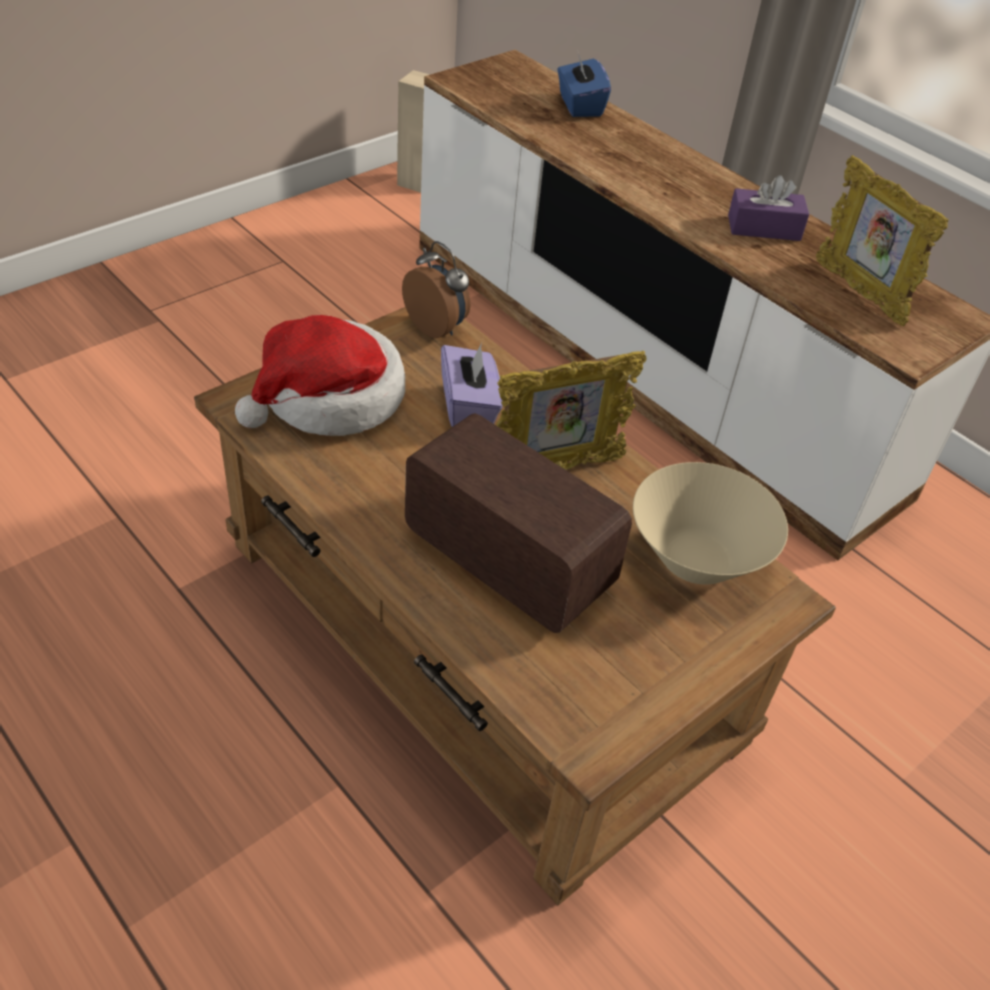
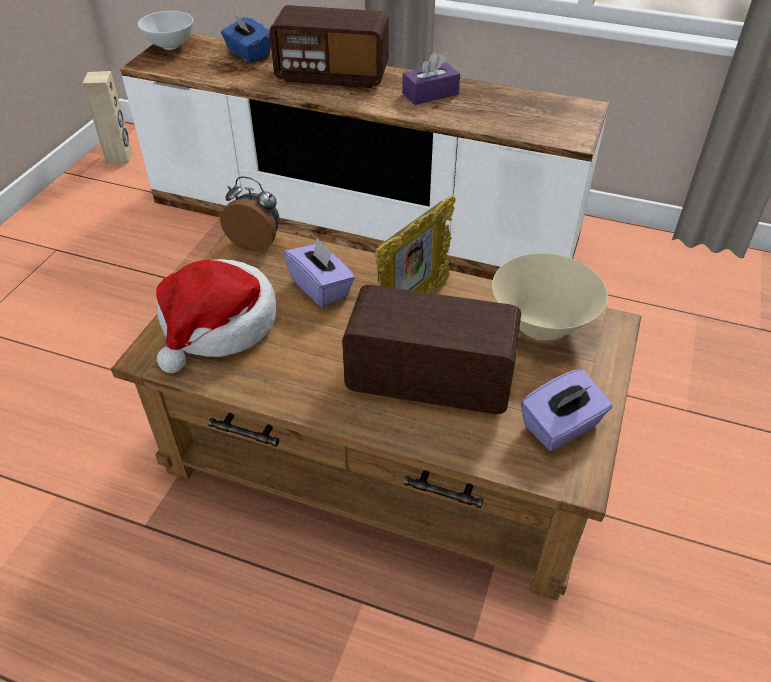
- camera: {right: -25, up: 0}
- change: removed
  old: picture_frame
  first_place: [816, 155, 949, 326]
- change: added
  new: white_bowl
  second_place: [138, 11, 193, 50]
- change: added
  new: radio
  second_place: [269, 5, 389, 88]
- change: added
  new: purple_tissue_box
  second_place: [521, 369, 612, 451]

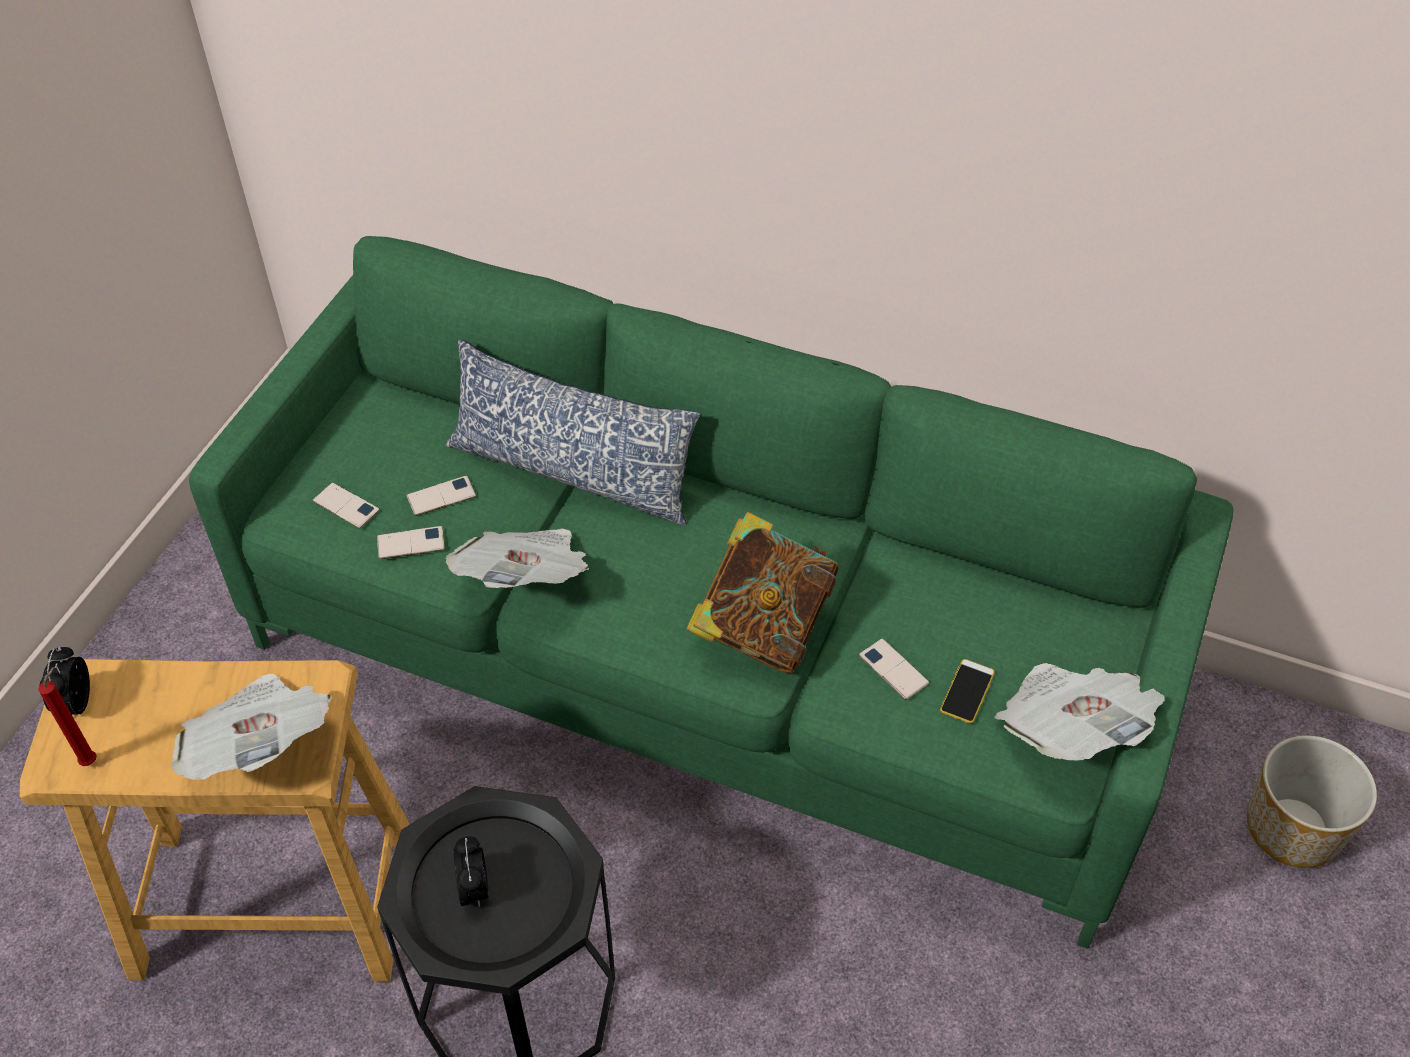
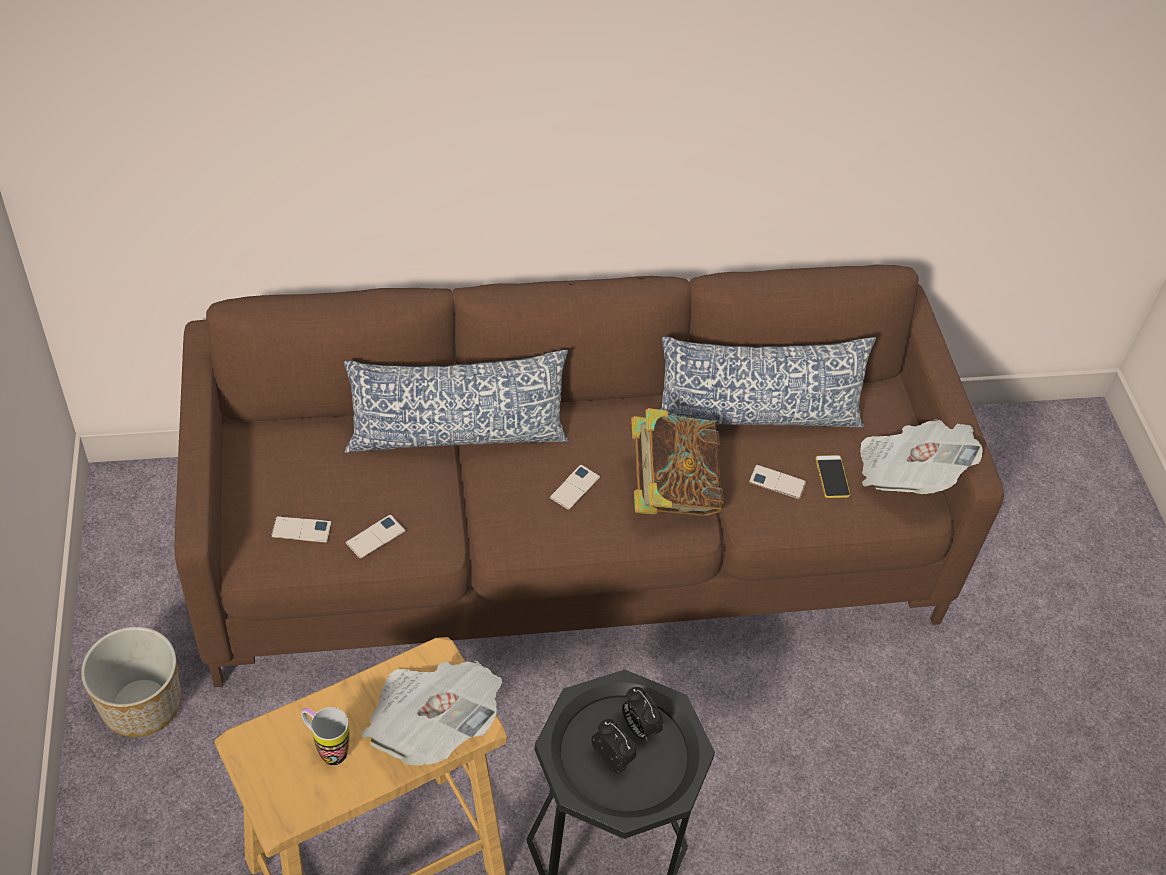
- camera: {right: -35, up: 0}
- change: removed
  old: red_candle
  first_place: [38, 667, 97, 766]
- change: removed
  old: newspaper
  first_place: [446, 528, 589, 588]
- change: added
  new: mug
  second_place: [301, 707, 350, 765]
- change: added
  new: pillow
  second_place: [660, 336, 876, 428]
- change: moved
  old: alarm_clock
  first_place: [39, 647, 90, 715]
  second_place: [622, 687, 664, 740]
- change: moved
  old: phone
  first_place: [406, 476, 476, 516]
  second_place: [549, 464, 600, 510]
- change: moved
  old: planter
  first_place: [1247, 735, 1377, 868]
  second_place: [81, 627, 181, 737]
- change: recoloured
  old: green_sofa
  new: brown_sofa
  first_place: [189, 236, 1233, 949]
  second_place: [175, 264, 1004, 687]

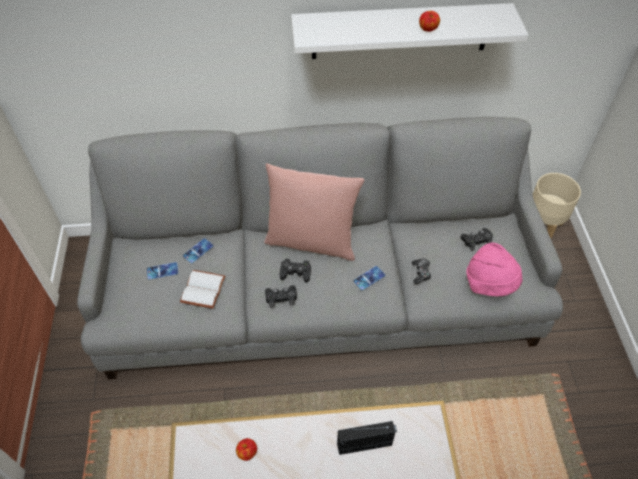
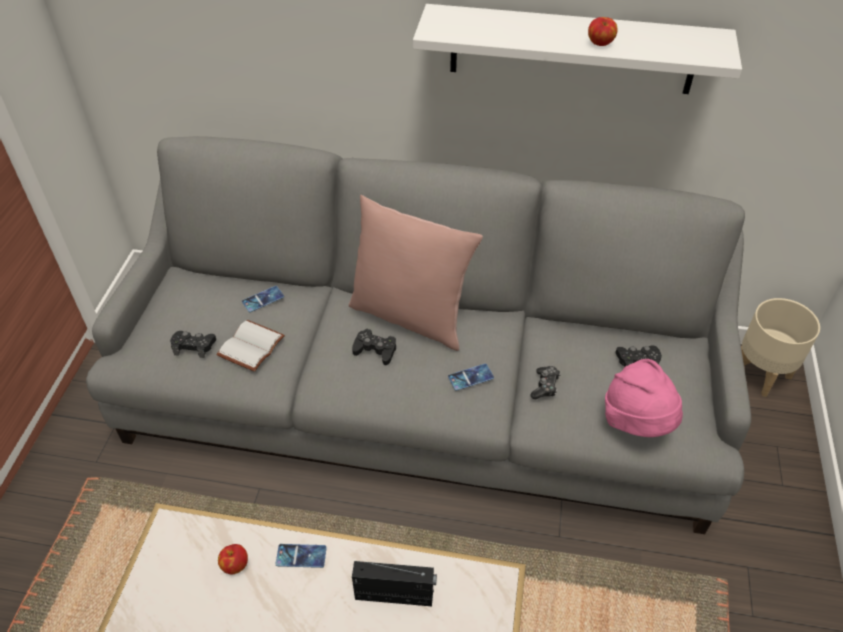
- camera: {right: 15, up: -5}
- change: moved
  old: phone
  first_place: [147, 262, 178, 280]
  second_place: [275, 544, 327, 568]
- change: moved
  old: black_game_controller
  first_place: [265, 285, 297, 308]
  second_place: [170, 331, 216, 358]

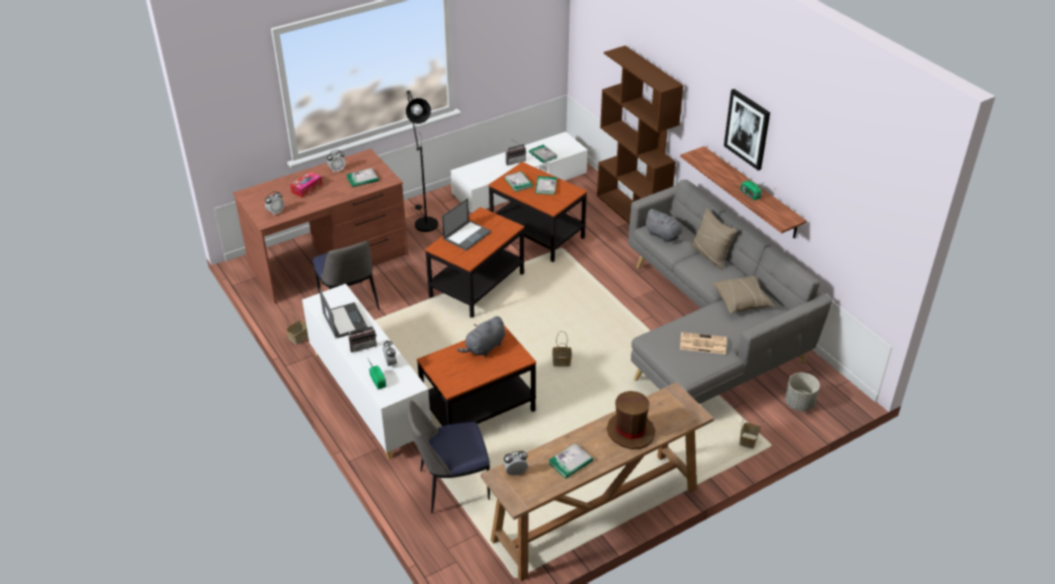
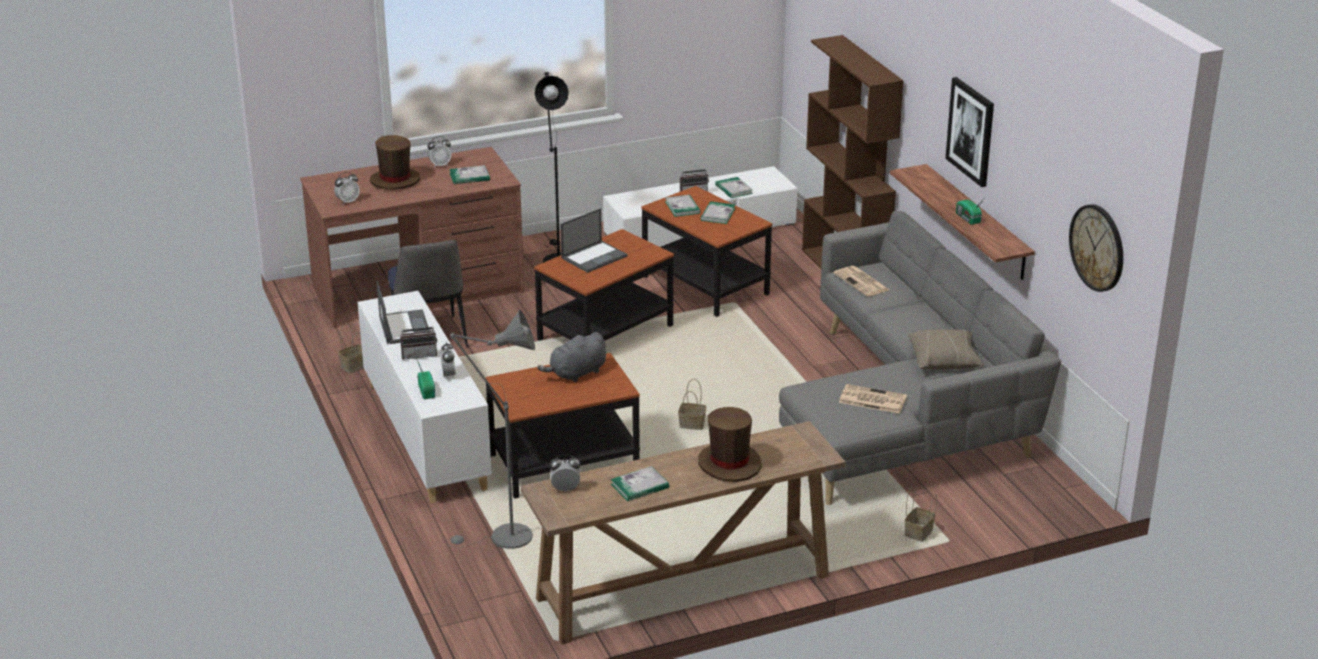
- camera: {right: 10, up: -10}
- change: removed
  old: beige_pillow
  first_place: [690, 208, 737, 270]
- change: removed
  old: grey_planter
  first_place: [785, 373, 820, 411]
- change: added
  new: wall_clock
  second_place: [1069, 204, 1123, 292]
- change: replaced
  old: tissue_box
  new: brown_hat
  first_place: [290, 171, 322, 198]
  second_place: [370, 135, 420, 190]
- change: replaced
  old: chair
  new: grey_floor_lamp
  first_place: [407, 400, 490, 513]
  second_place: [447, 310, 535, 549]
- change: replaced
  old: grey_plush_toy
  new: newspaper
  first_place: [644, 209, 682, 242]
  second_place: [834, 266, 889, 297]

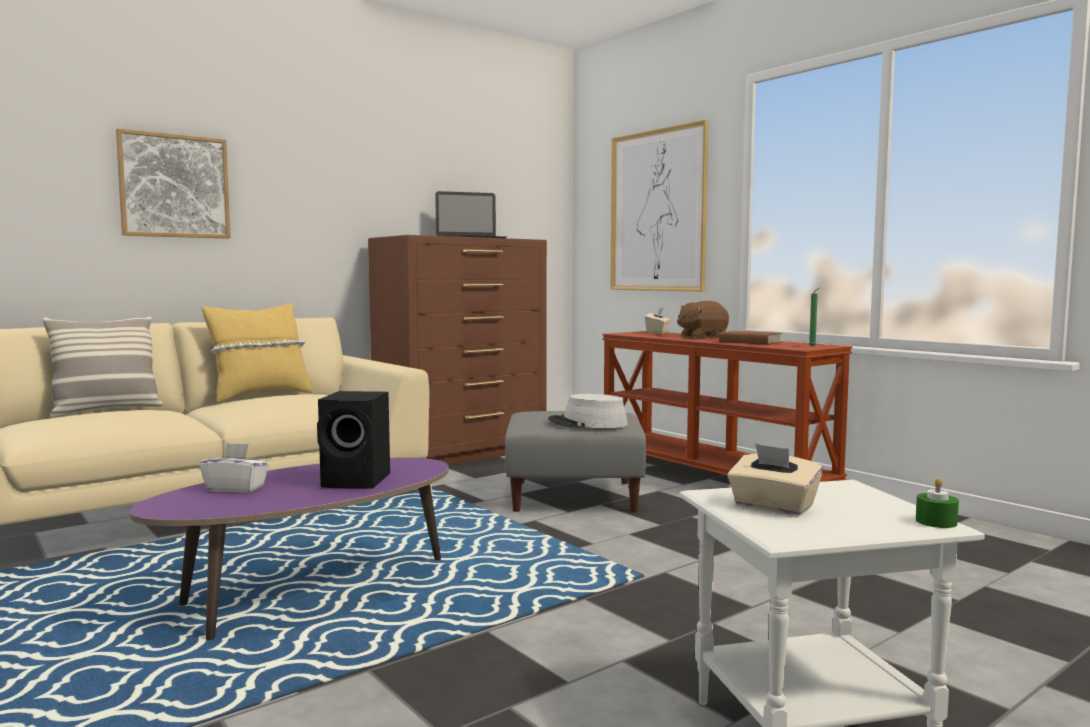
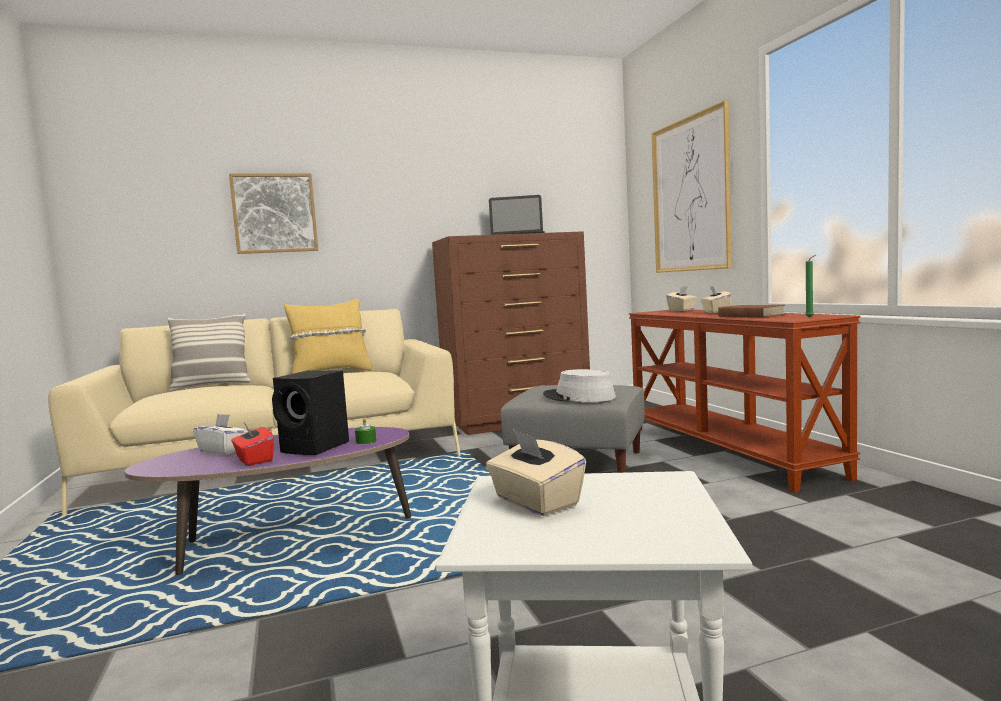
- camera: {right: 20, up: 0}
- change: added
  new: red_tissue_box
  second_place: [231, 423, 274, 466]
- change: moved
  old: green_candle
  first_place: [916, 478, 959, 528]
  second_place: [355, 418, 377, 444]
- change: replaced
  old: brown_plush_toy
  new: beige_tissue_box
  first_place: [677, 301, 729, 338]
  second_place: [701, 286, 732, 313]

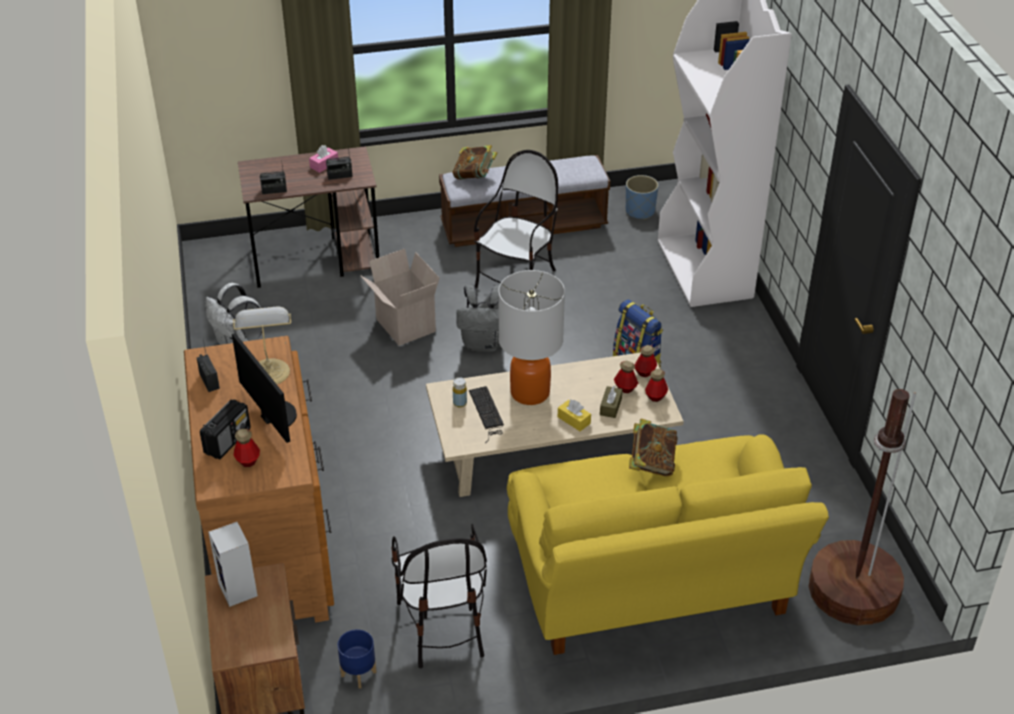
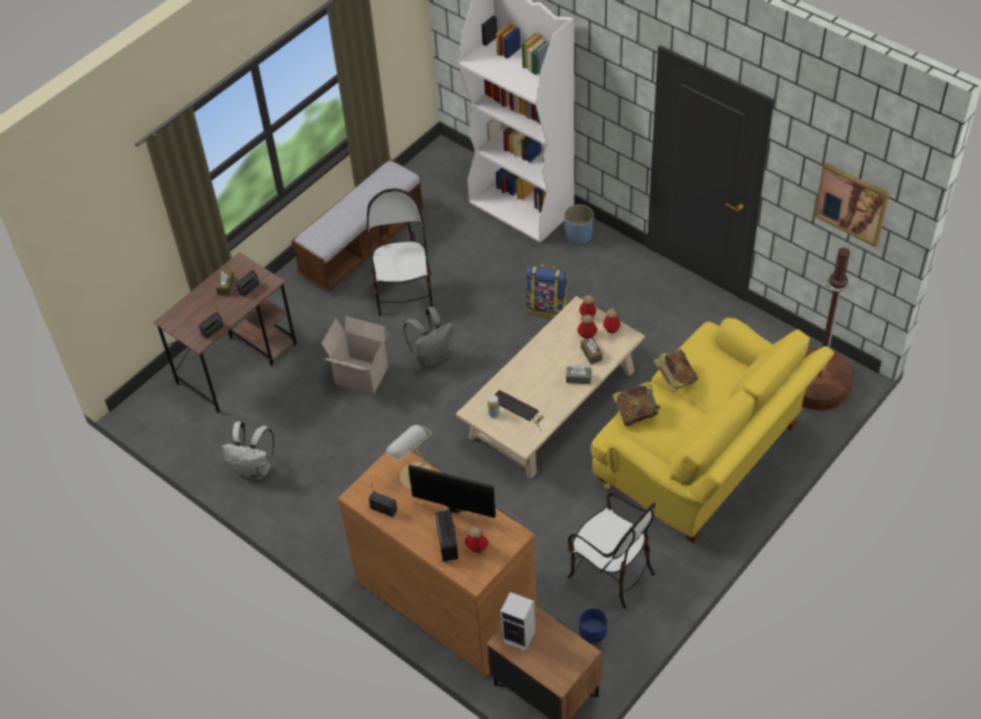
- camera: {right: -35, up: 10}
- change: removed
  old: table_lamp
  first_place: [498, 270, 565, 405]
- change: added
  new: picture
  second_place: [814, 163, 890, 247]
- change: moved
  old: book
  first_place: [453, 145, 497, 180]
  second_place: [613, 381, 661, 426]
- change: moved
  old: blue_planter
  first_place: [626, 175, 659, 220]
  second_place: [564, 204, 594, 244]
- change: recoloured
  old: pink_tissue_box
  new: brown_tissue_box
  first_place: [309, 145, 338, 173]
  second_place: [216, 270, 234, 295]
- change: recoloured
  old: yellow_tissue_box
  new: grey_tissue_box
  first_place: [558, 400, 591, 431]
  second_place: [566, 365, 592, 384]

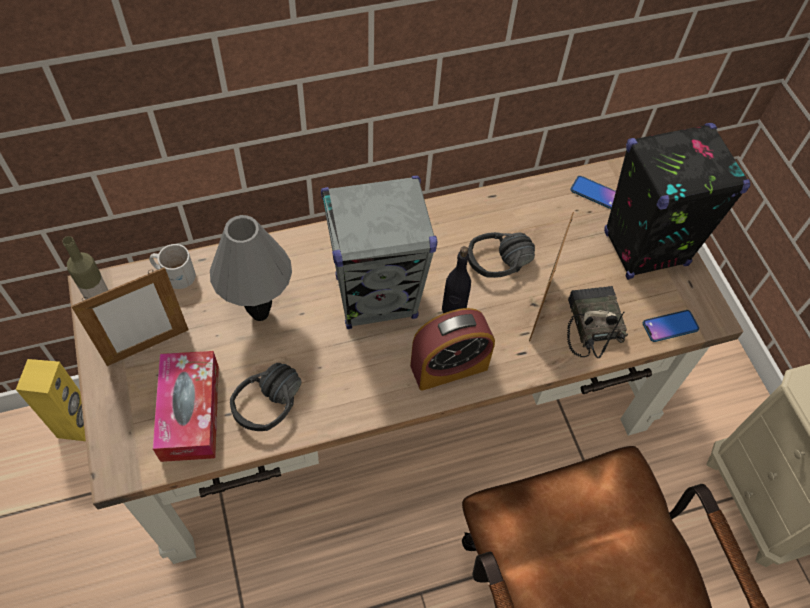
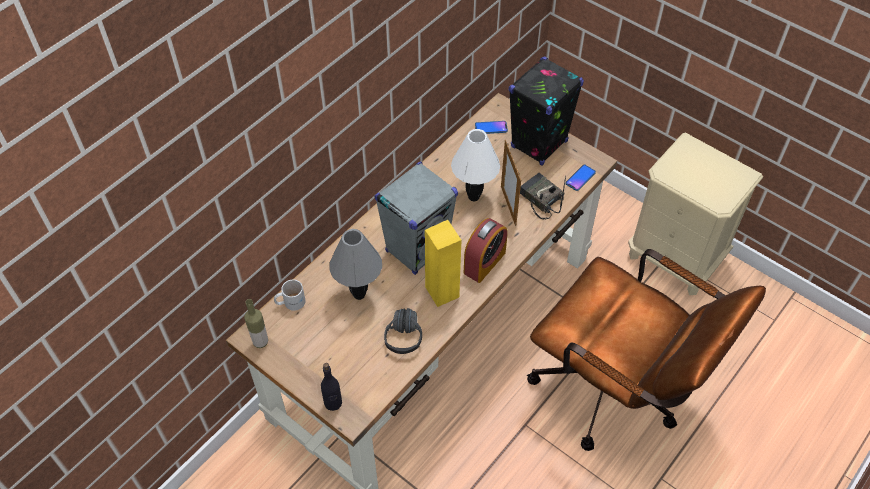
- camera: {right: -30, up: -5}
- change: removed
  old: picture_frame
  first_place: [71, 267, 188, 366]
- change: removed
  old: tissue_box
  first_place: [153, 351, 219, 462]
- change: moved
  old: yellow_speaker
  first_place: [16, 359, 86, 441]
  second_place: [425, 220, 461, 307]
- change: moved
  old: black_bottle
  first_place: [442, 246, 471, 313]
  second_place: [321, 363, 342, 411]
- change: replaced
  old: black_headphones
  new: white_table_lamp
  first_place: [468, 232, 535, 278]
  second_place: [451, 129, 500, 201]

